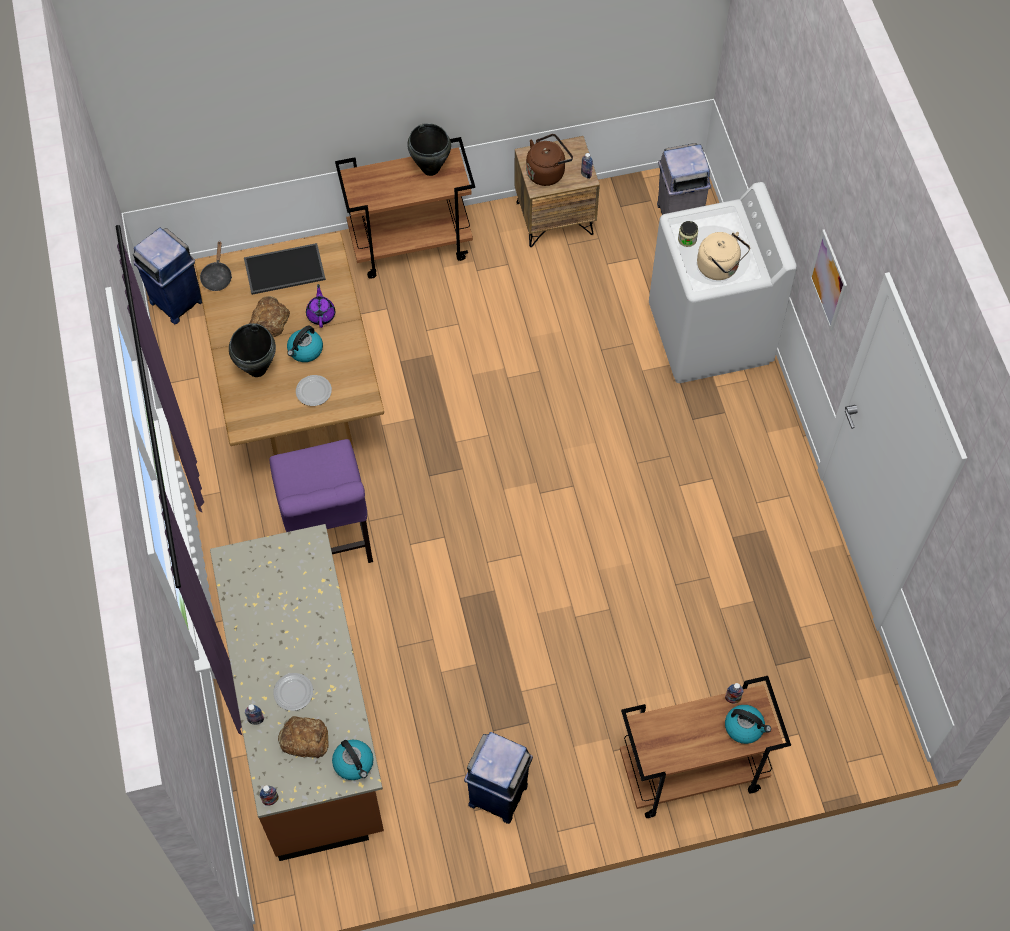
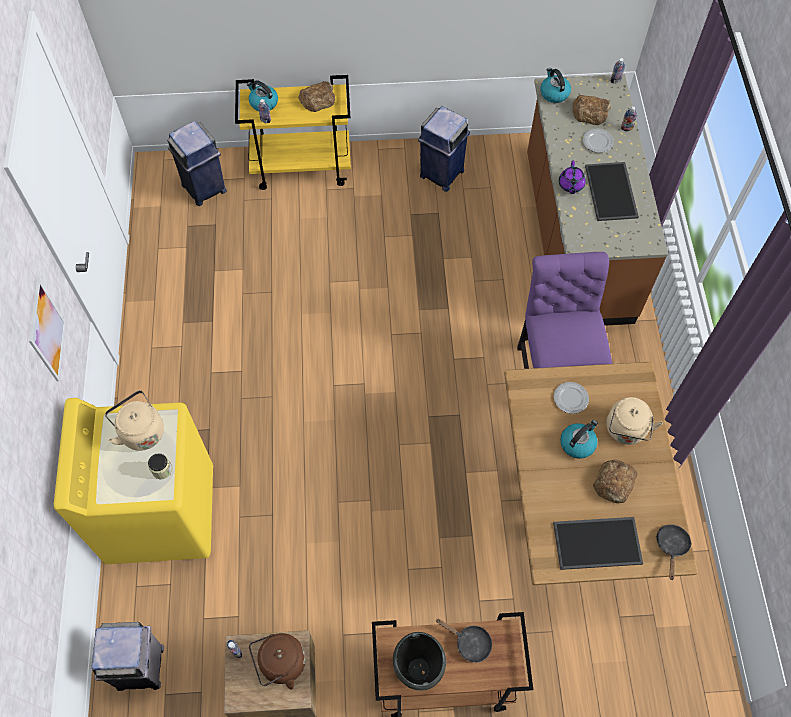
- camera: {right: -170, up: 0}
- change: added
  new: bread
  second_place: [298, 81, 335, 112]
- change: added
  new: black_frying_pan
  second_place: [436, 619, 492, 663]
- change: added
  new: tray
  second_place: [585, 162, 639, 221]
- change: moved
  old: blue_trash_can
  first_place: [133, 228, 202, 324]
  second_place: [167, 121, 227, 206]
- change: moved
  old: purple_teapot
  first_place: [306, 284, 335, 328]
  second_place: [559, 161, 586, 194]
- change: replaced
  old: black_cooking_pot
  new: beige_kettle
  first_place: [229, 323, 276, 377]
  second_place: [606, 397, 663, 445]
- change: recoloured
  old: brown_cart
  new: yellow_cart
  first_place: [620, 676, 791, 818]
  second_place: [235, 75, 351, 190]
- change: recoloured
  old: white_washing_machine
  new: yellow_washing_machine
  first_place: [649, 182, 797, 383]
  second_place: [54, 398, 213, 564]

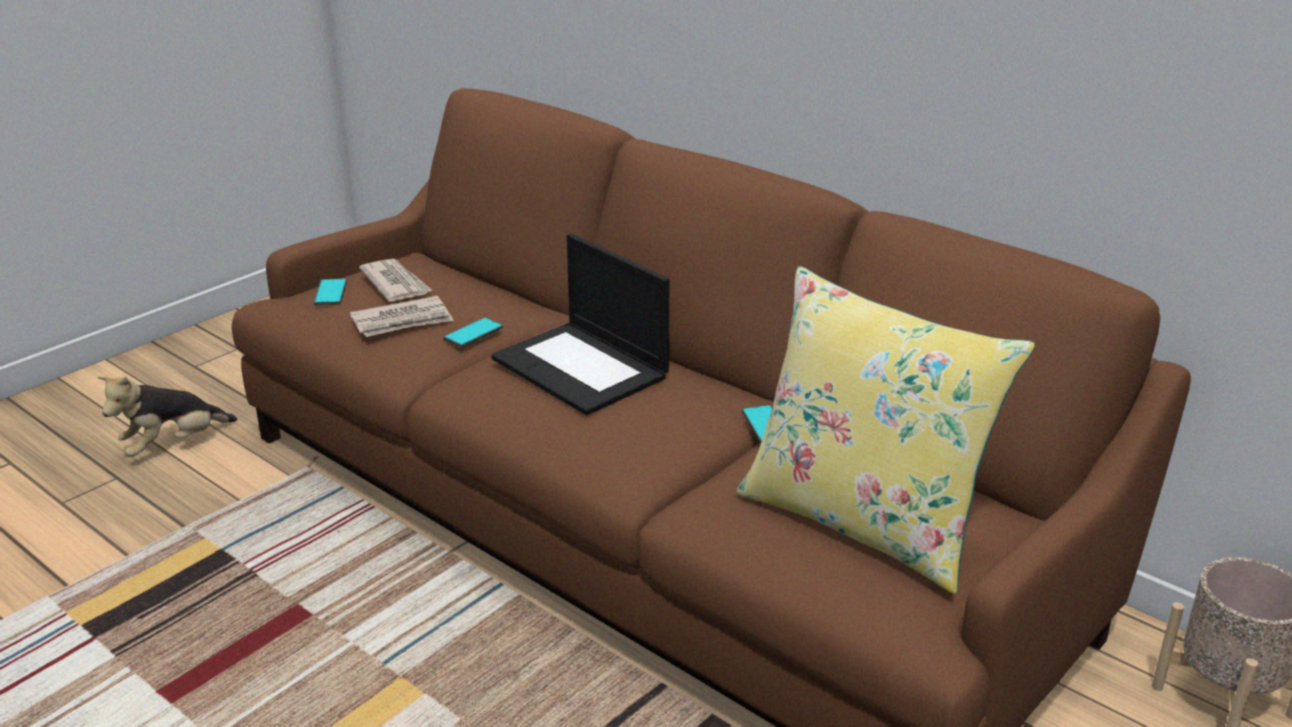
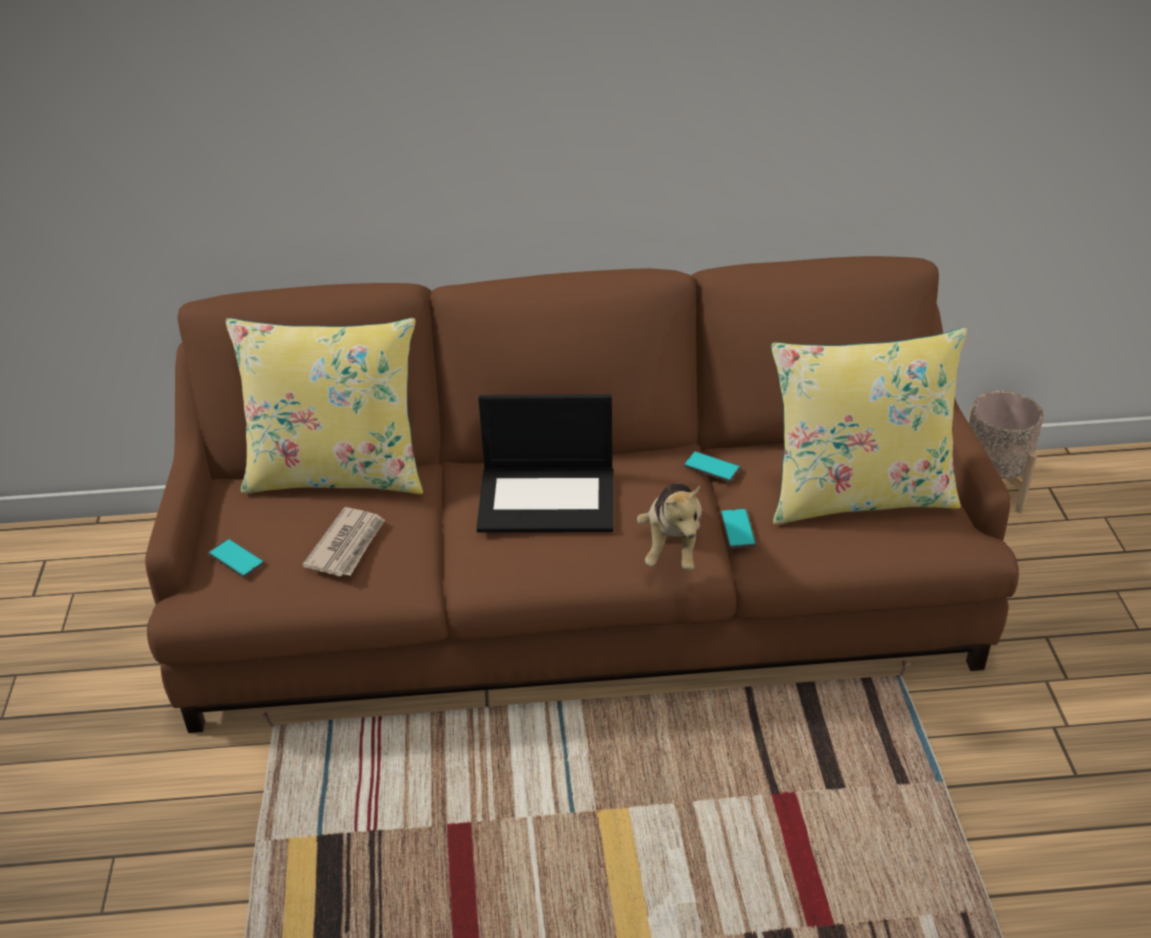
- camera: {right: -45, up: 10}
- change: removed
  old: newspaper
  first_place: [359, 259, 433, 302]
- change: added
  new: yellow_pillow
  second_place: [226, 318, 423, 494]
- change: moved
  old: plush_toy
  first_place: [97, 376, 237, 457]
  second_place: [637, 483, 702, 571]
- change: moved
  old: phone
  first_place: [443, 317, 503, 348]
  second_place: [721, 508, 756, 549]

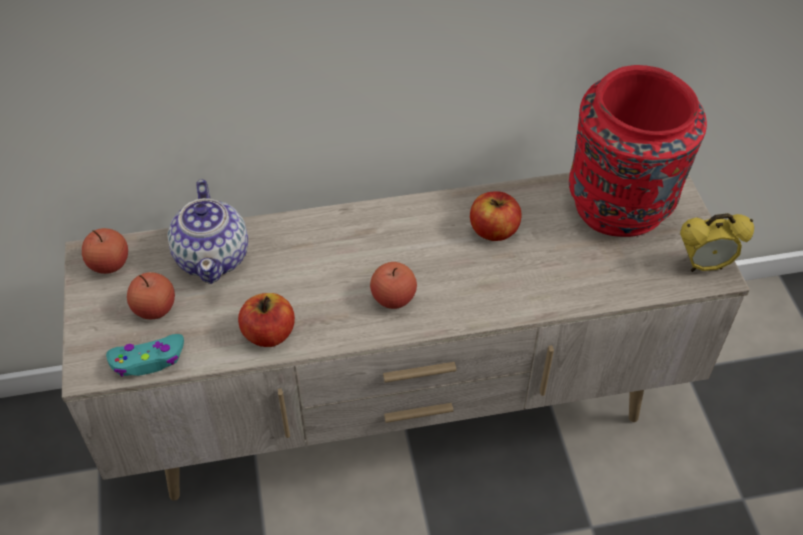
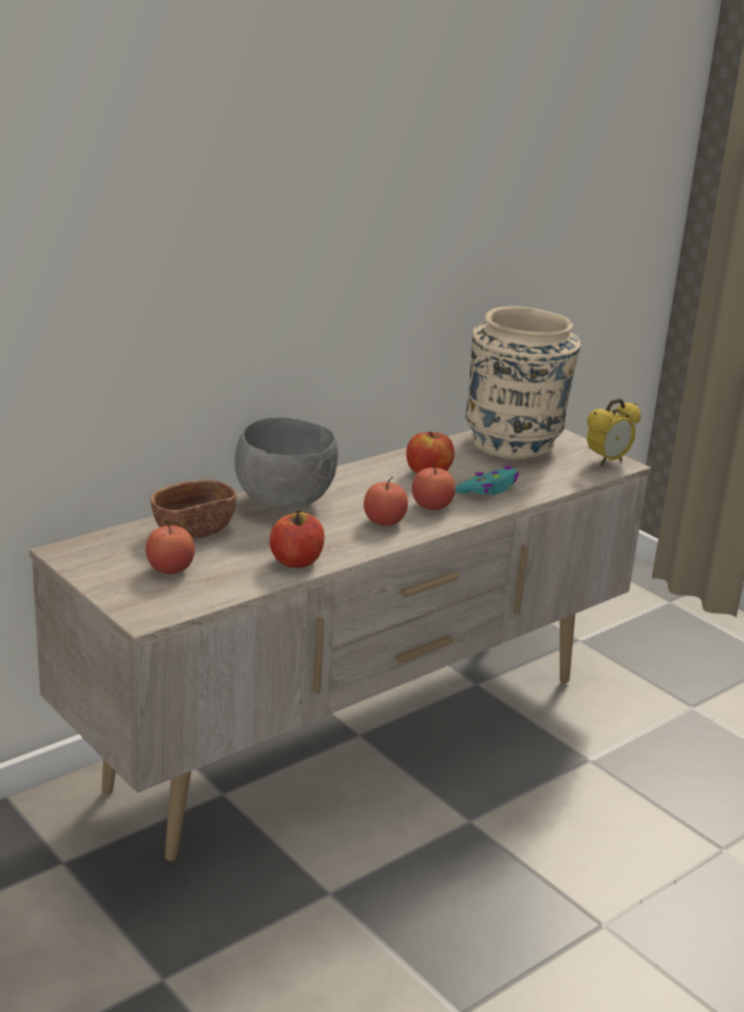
- camera: {right: -30, up: -25}
- change: added
  new: grey_bowl
  second_place: [235, 417, 338, 509]
- change: moved
  old: apple
  first_place: [82, 228, 128, 274]
  second_place: [412, 462, 455, 510]
- change: moved
  old: turquoise_game_controller
  first_place: [106, 334, 184, 377]
  second_place: [455, 466, 519, 495]
- change: replaced
  old: teapot
  new: brown_bowl
  first_place: [168, 180, 248, 284]
  second_place: [150, 479, 237, 539]
- change: recoloured
  old: red_vase
  new: beige_vase
  first_place: [569, 65, 707, 237]
  second_place: [465, 306, 581, 459]

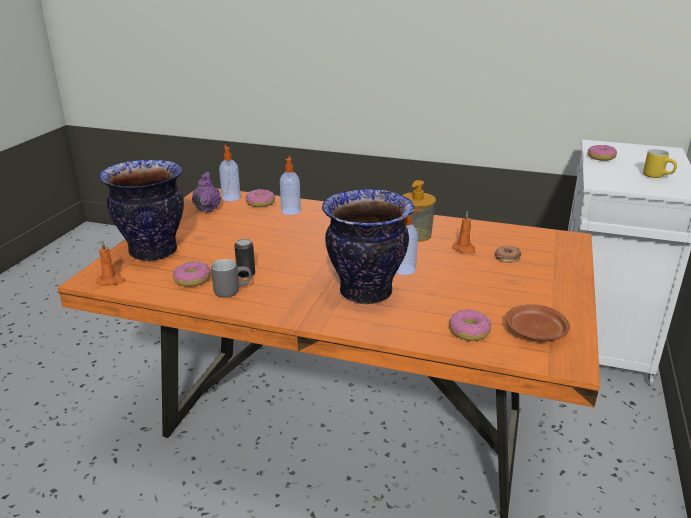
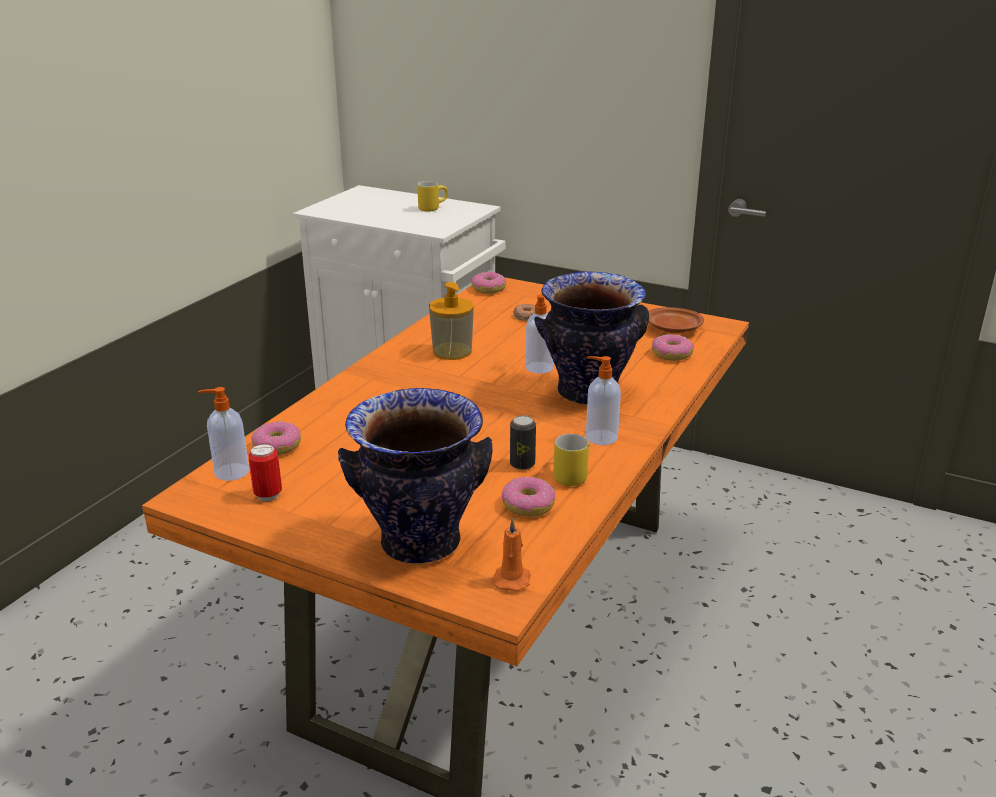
- camera: {right: -80, up: 0}
- change: removed
  old: orange_candle
  first_place: [452, 211, 475, 254]
- change: moved
  old: soap_dispenser
  first_place: [280, 156, 301, 215]
  second_place: [586, 356, 621, 445]
- change: moved
  old: donut
  first_place: [588, 145, 617, 161]
  second_place: [472, 272, 506, 294]
- change: replaced
  old: purple_teapot
  new: can
  first_place: [192, 172, 221, 213]
  second_place: [248, 443, 282, 501]
- change: recoloured
  old: grey_mug
  new: yellow_mug
  first_place: [211, 259, 252, 298]
  second_place: [553, 434, 589, 486]

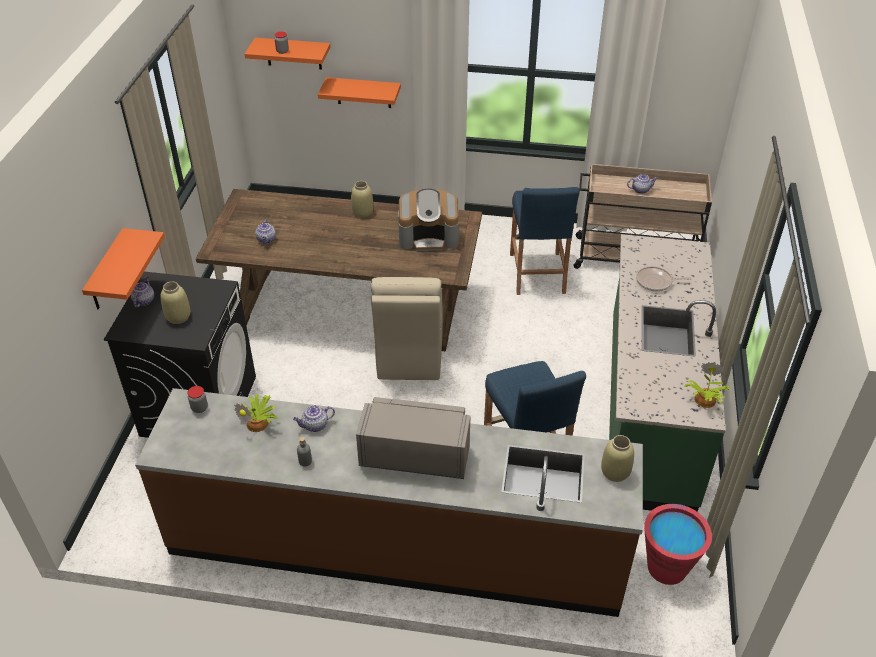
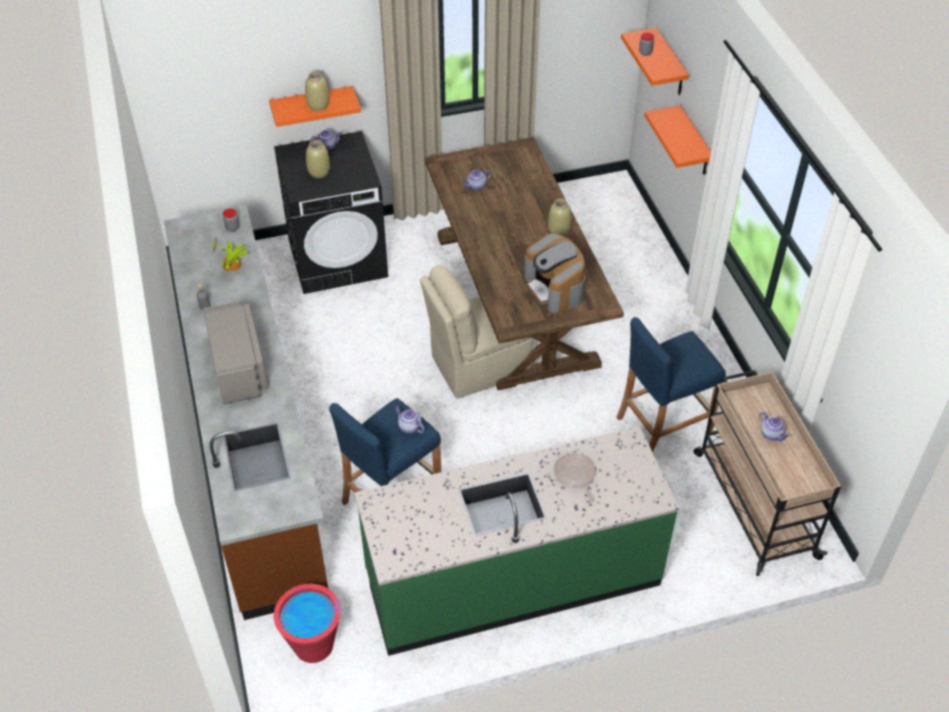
- camera: {right: 65, up: 5}
- change: removed
  old: potted_plant
  first_place: [684, 362, 730, 408]
- change: moved
  old: teapot
  first_place: [293, 405, 335, 432]
  second_place: [395, 406, 424, 434]
- change: moved
  old: beige_vase
  first_place: [601, 435, 634, 482]
  second_place: [305, 71, 329, 111]

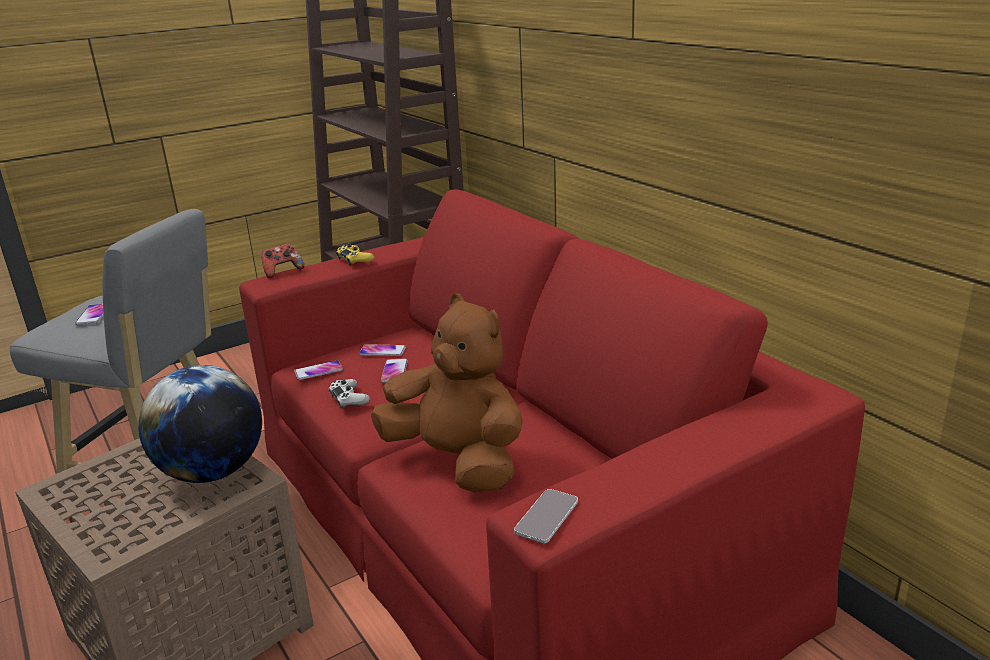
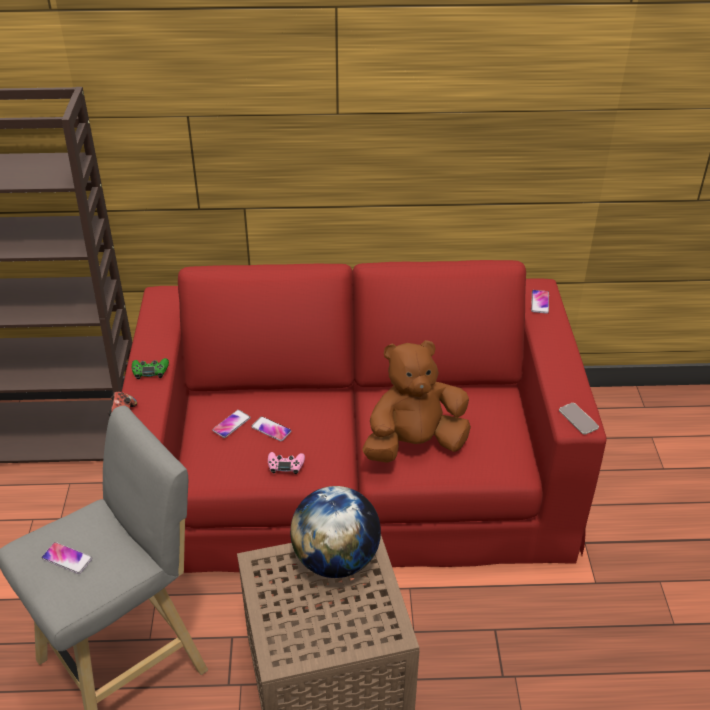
- camera: {right: -60, up: 15}
- change: moved
  old: phone
  first_place: [294, 360, 343, 380]
  second_place: [531, 290, 549, 314]
- change: recoloured
  old: white_game_controller
  new: pink_game_controller
  first_place: [329, 379, 370, 409]
  second_place: [268, 452, 305, 474]
- change: recoloured
  old: yellow_game_controller
  new: green_game_controller
  first_place: [336, 244, 374, 266]
  second_place: [132, 358, 169, 379]

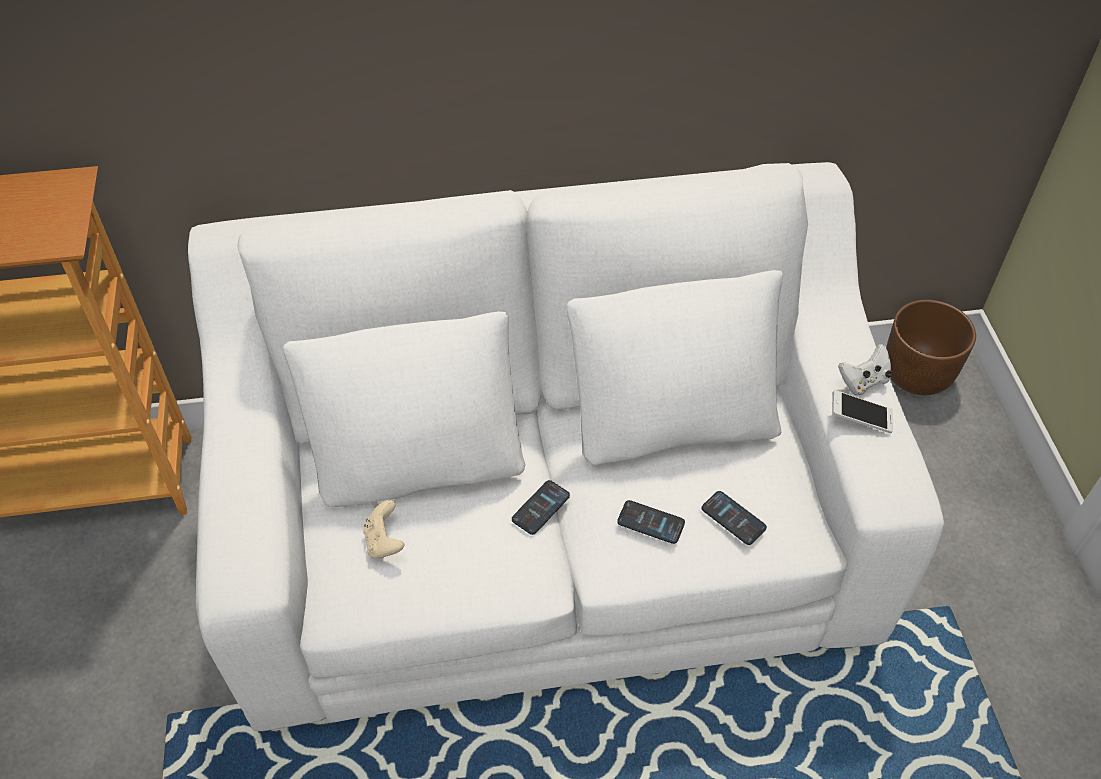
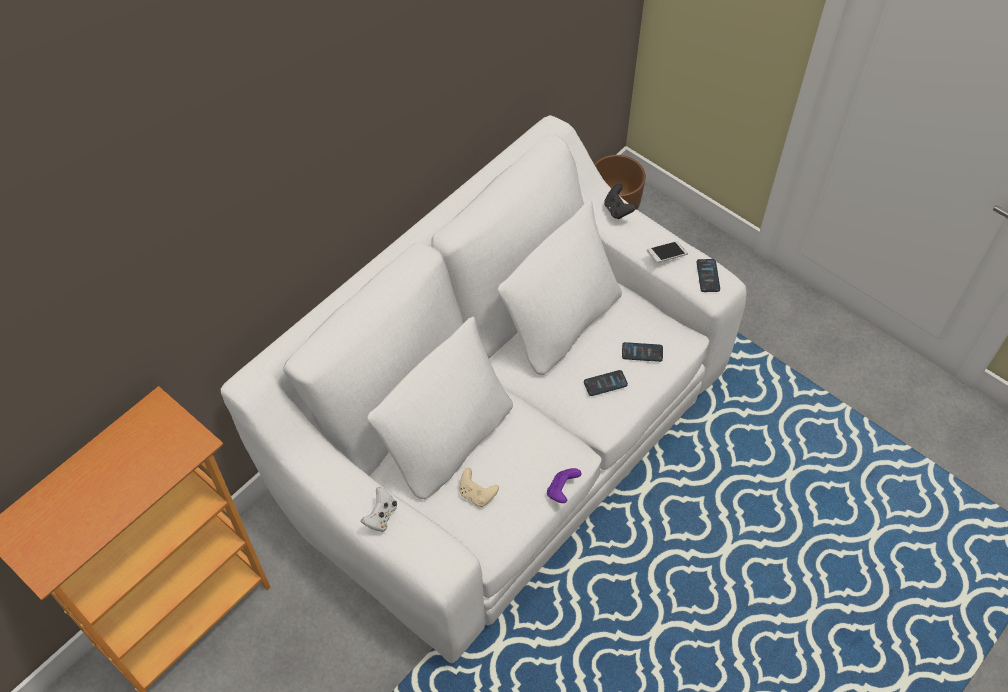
- camera: {right: -40, up: 5}
- change: added
  new: purple_game_controller
  second_place: [547, 468, 582, 503]
- change: added
  new: black_game_controller
  second_place: [604, 184, 636, 219]
- change: moved
  old: phone
  first_place: [512, 480, 570, 535]
  second_place: [697, 259, 720, 292]
- change: moved
  old: white_game_controller
  first_place: [838, 344, 893, 396]
  second_place: [361, 487, 397, 532]

